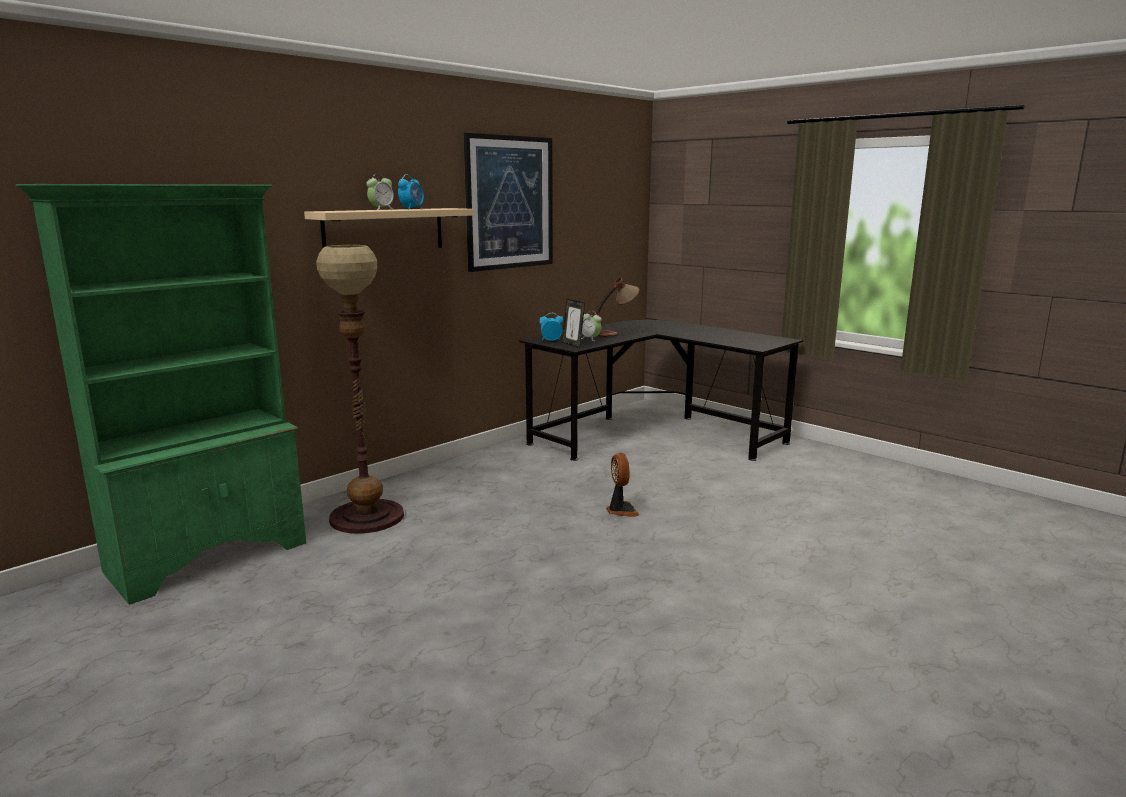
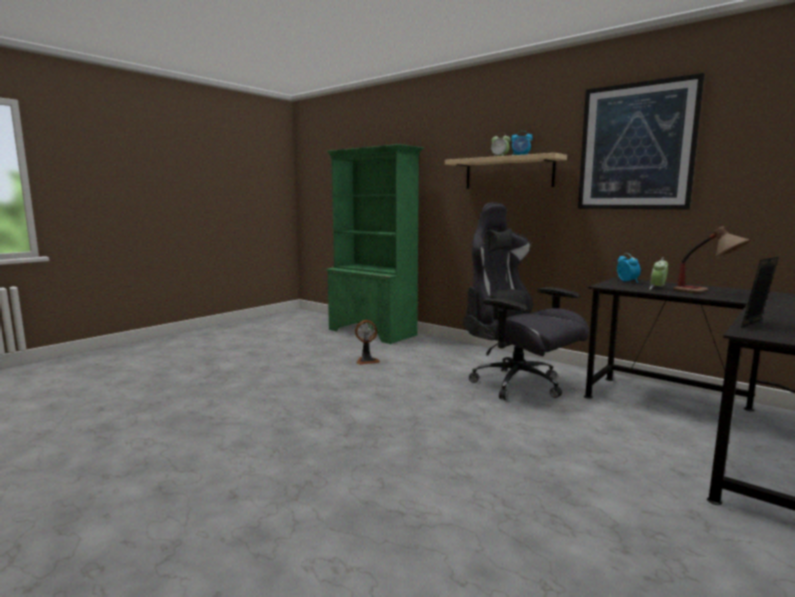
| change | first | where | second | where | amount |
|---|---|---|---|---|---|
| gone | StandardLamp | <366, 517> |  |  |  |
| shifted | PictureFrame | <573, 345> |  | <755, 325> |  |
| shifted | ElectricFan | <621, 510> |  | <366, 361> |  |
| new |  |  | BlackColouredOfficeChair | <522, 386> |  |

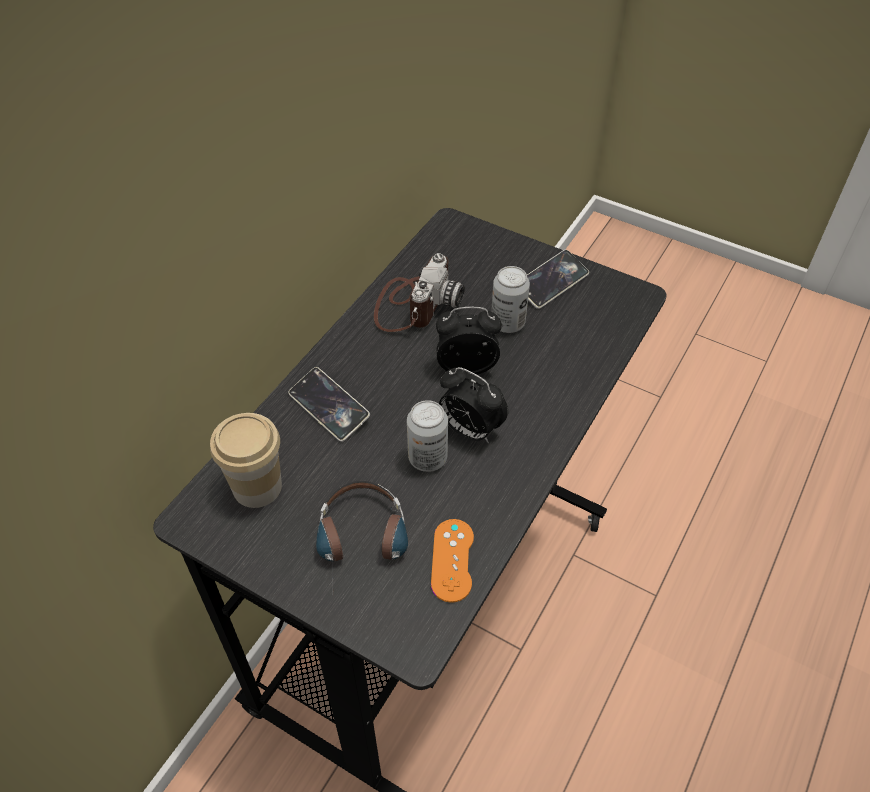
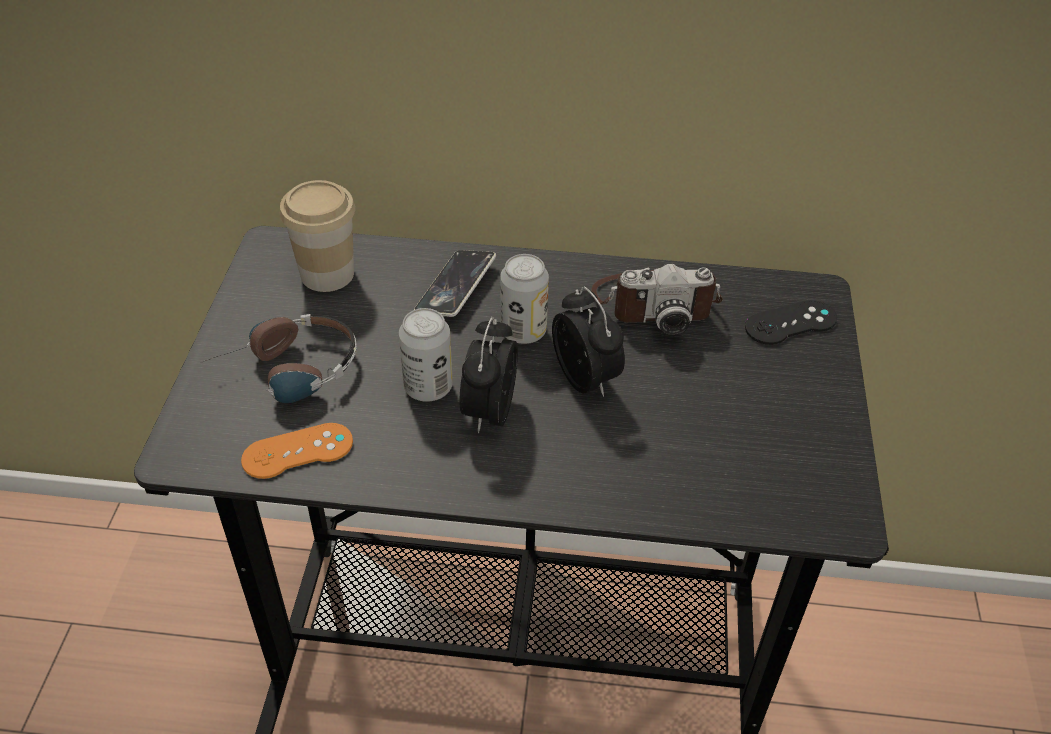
| change | first | where | second | where | amount |
|---|---|---|---|---|---|
| shifted | Can | <507, 323> |  | <523, 331> |  |
| gone | Phone | <551, 283> |  |  |  |
| new |  |  | BlackColouredGamepad | <790, 323> |  |

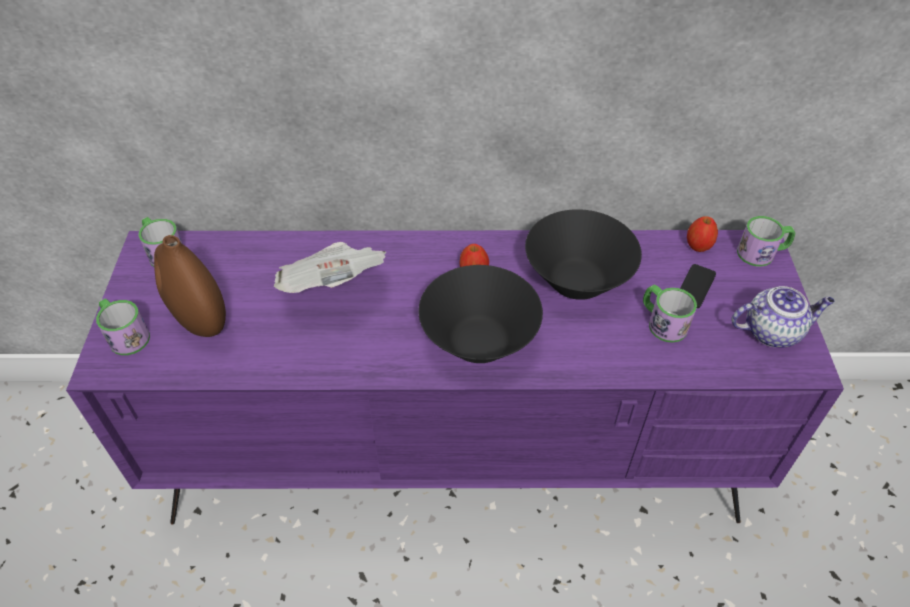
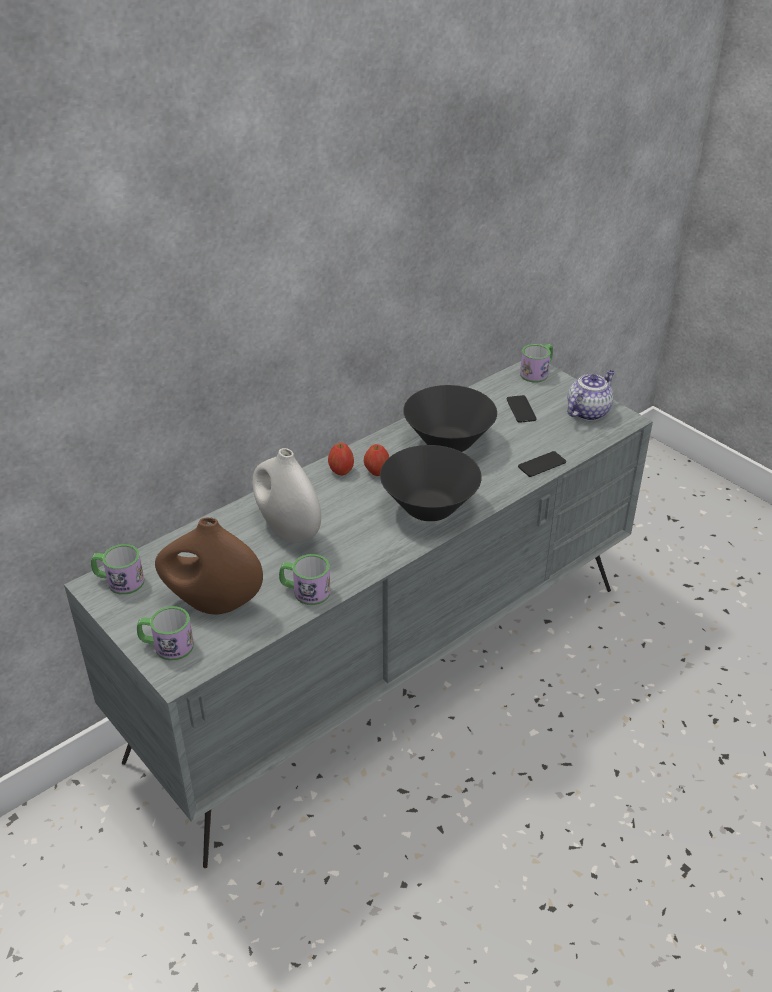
| change | first | where | second | where | amount |
|---|---|---|---|---|---|
| repainted | PurplishTvStand | <457, 454> | GreyTvStand | <387, 668> |  |
| swapped | DailyPaper | <333, 286> | WhiteDecorativeVase | <288, 530> |  |
| shifted | CoffeeMug | <662, 322> |  | <305, 591> |  |
| shifted | WholeApple | <698, 246> |  | <341, 471> |  |
| new |  |  | Phone | <542, 464> |  |

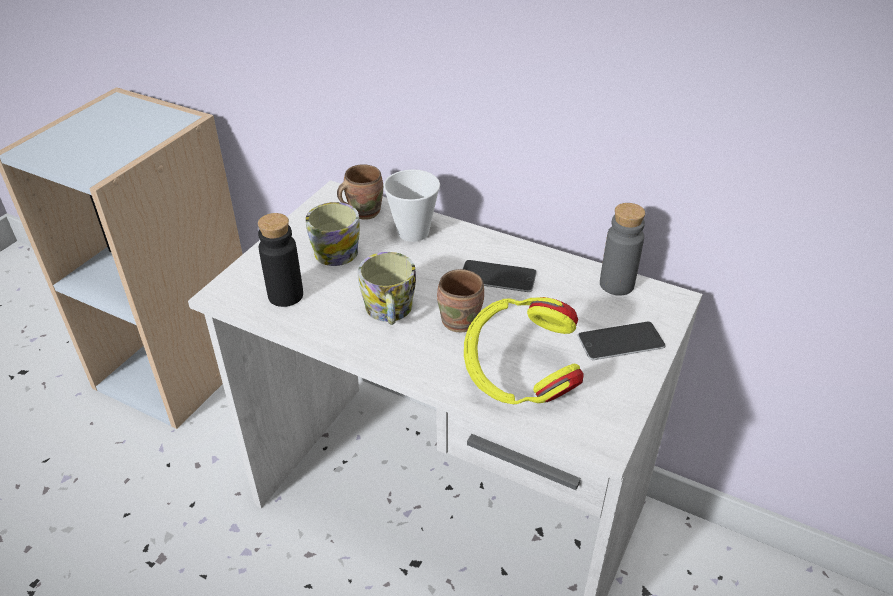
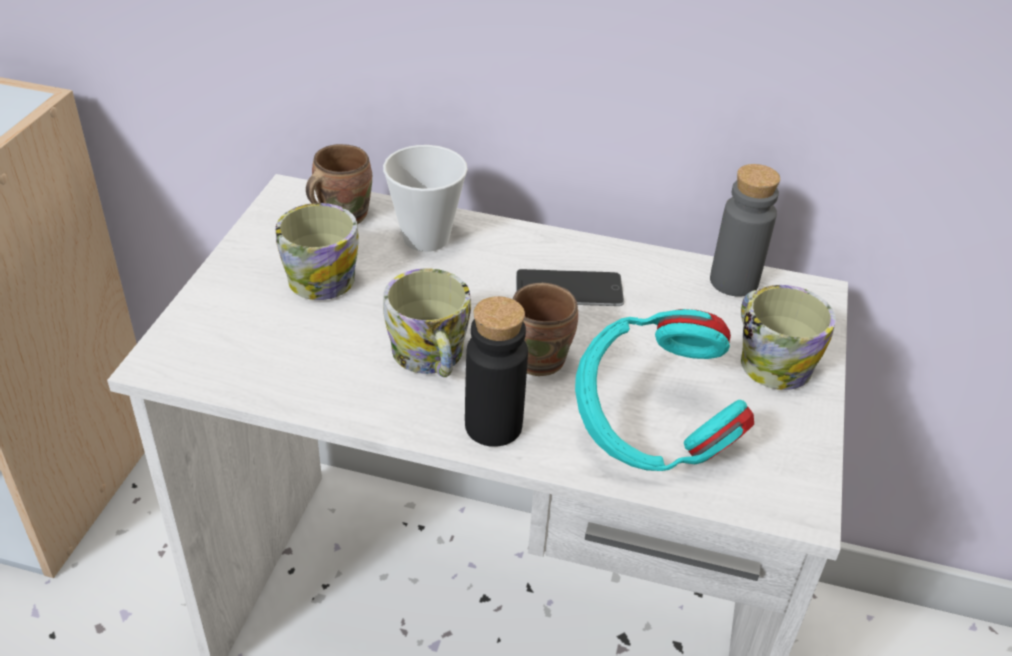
| change | first | where | second | where | amount |
|---|---|---|---|---|---|
| shifted | BlackColouredBeverageBottle | <285, 295> |  | <493, 426> |  |
| repainted | YellowishHeadset | <519, 379> | BlueGreenHeadset | <652, 433> |  |
| swapped | Phone | <621, 341> | CoffeeMug | <768, 360> |  |

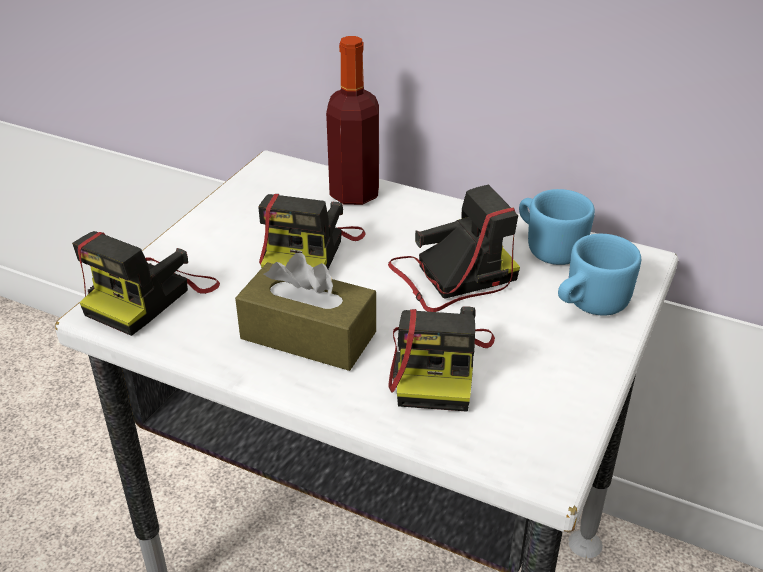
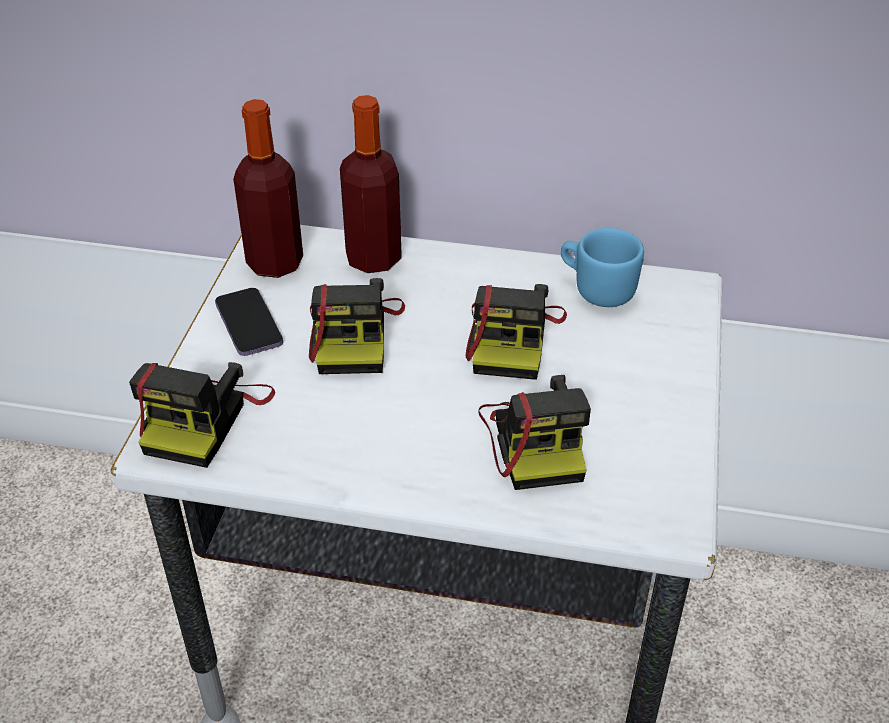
| change | first | where | second | where | amount |
|---|---|---|---|---|---|
| gone | BrownishTissueBox | <308, 335> |  |  |  |
| rotated | StillCamera | <452, 277> |  | <513, 339> | 135 degrees clockwise |
| gone | BluishCoffeeMug | <588, 305> |  |  |  |
| new |  |  | Phone | <249, 324> |  |
| new |  |  | BeverageBottle | <275, 263> |  |

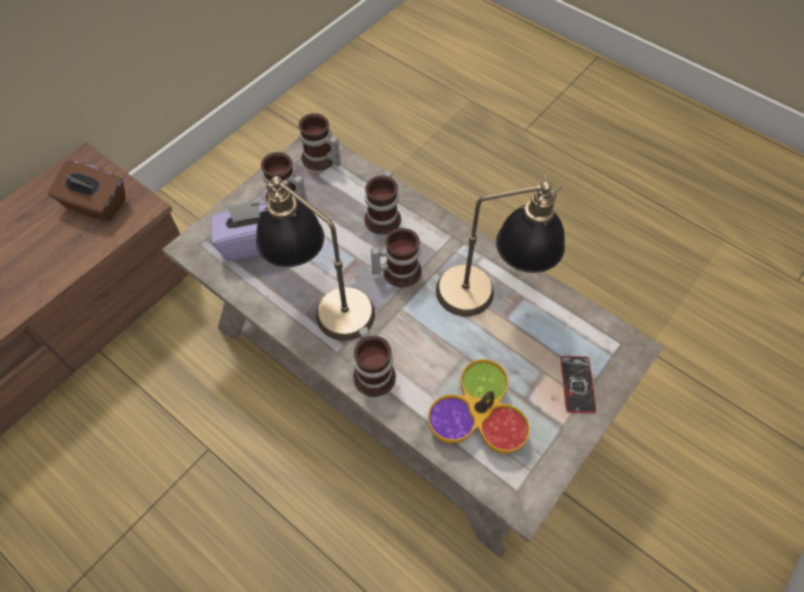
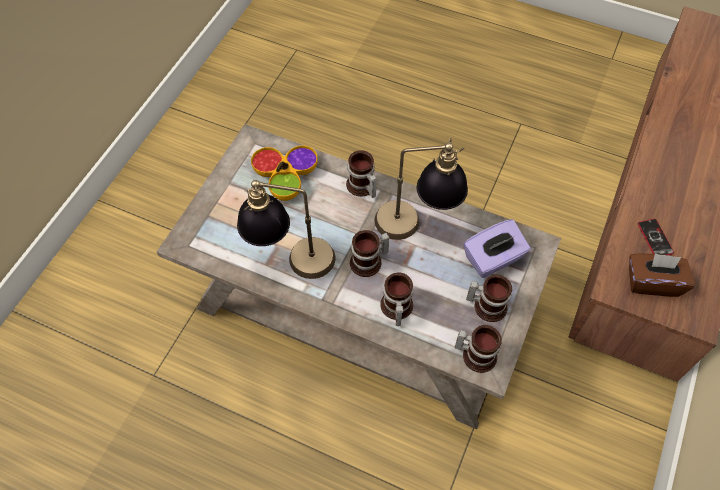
| change | first | where | second | where | amount |
|---|---|---|---|---|---|
| shifted | Phone | <577, 384> |  | <655, 238> |  |

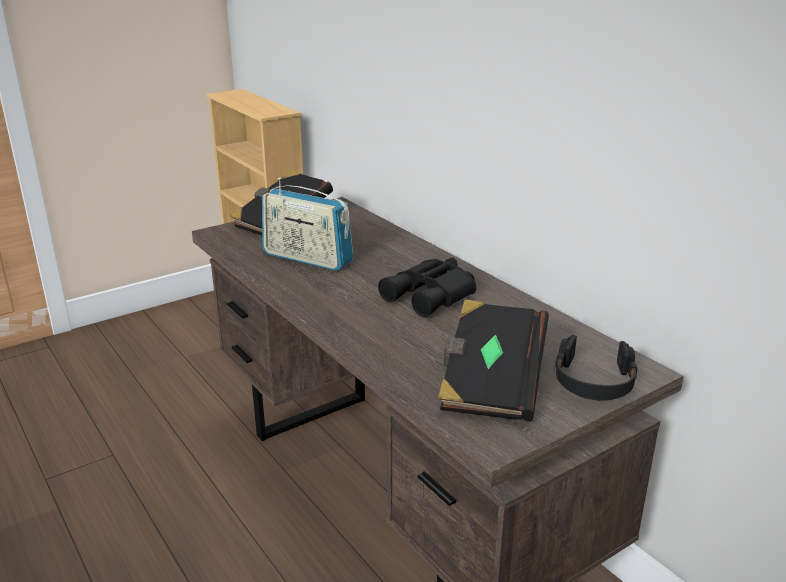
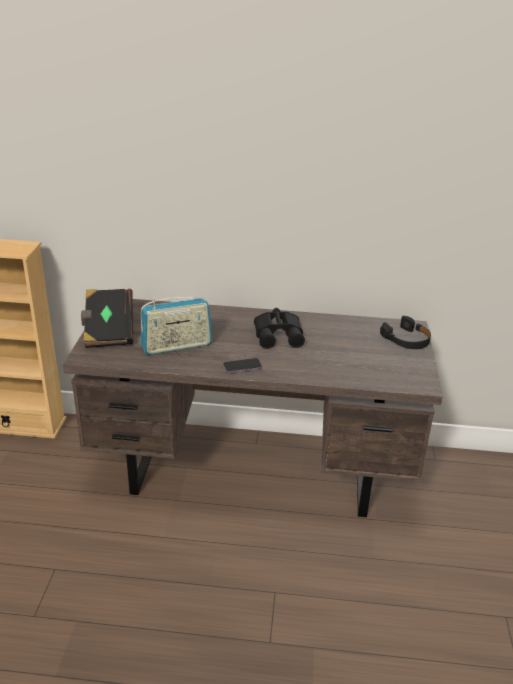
| change | first | where | second | where | amount |
|---|---|---|---|---|---|
| gone | BlackColouredVolume | <490, 383> |  |  |  |
| new |  |  | Phone | <242, 367> |  |

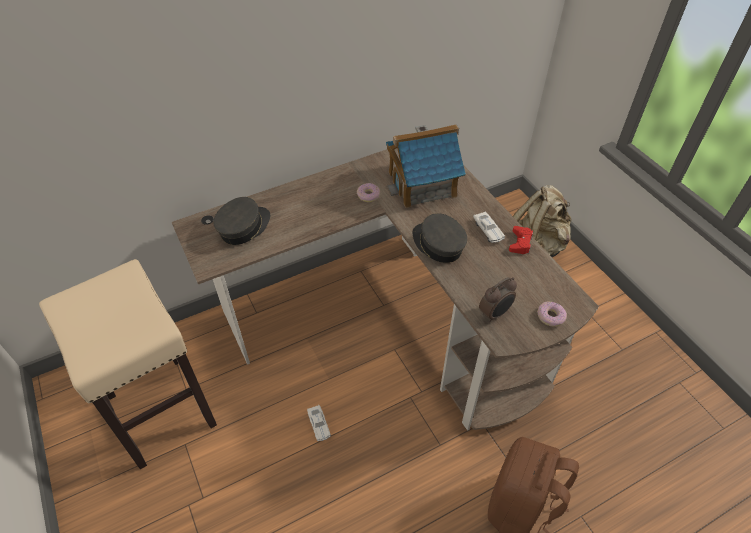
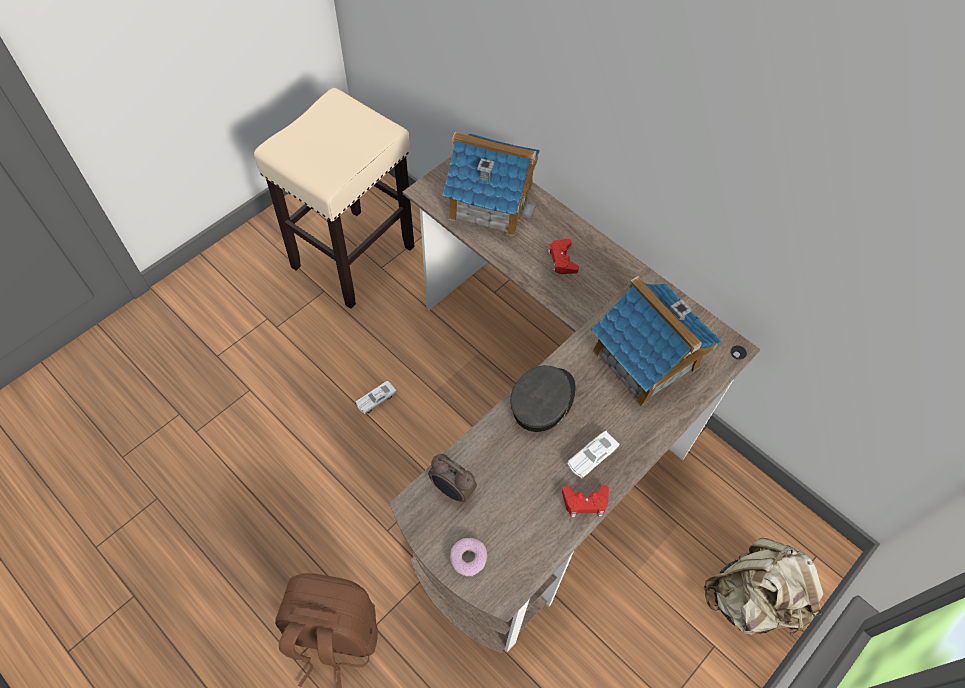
| change | first | where | second | where | amount |
|---|---|---|---|---|---|
| swapped | GreyCap | <244, 227> | ToyHouse | <490, 201> |  |
| gone | Doughnut | <368, 195> |  |  |  |
| new |  |  | RedColouredGamepad | <562, 260> |  |

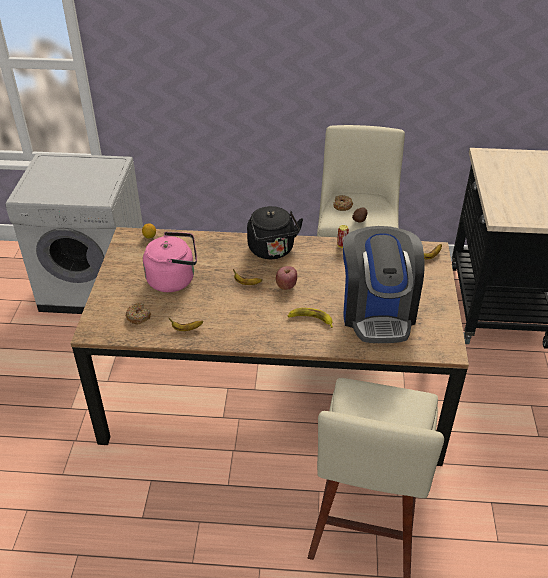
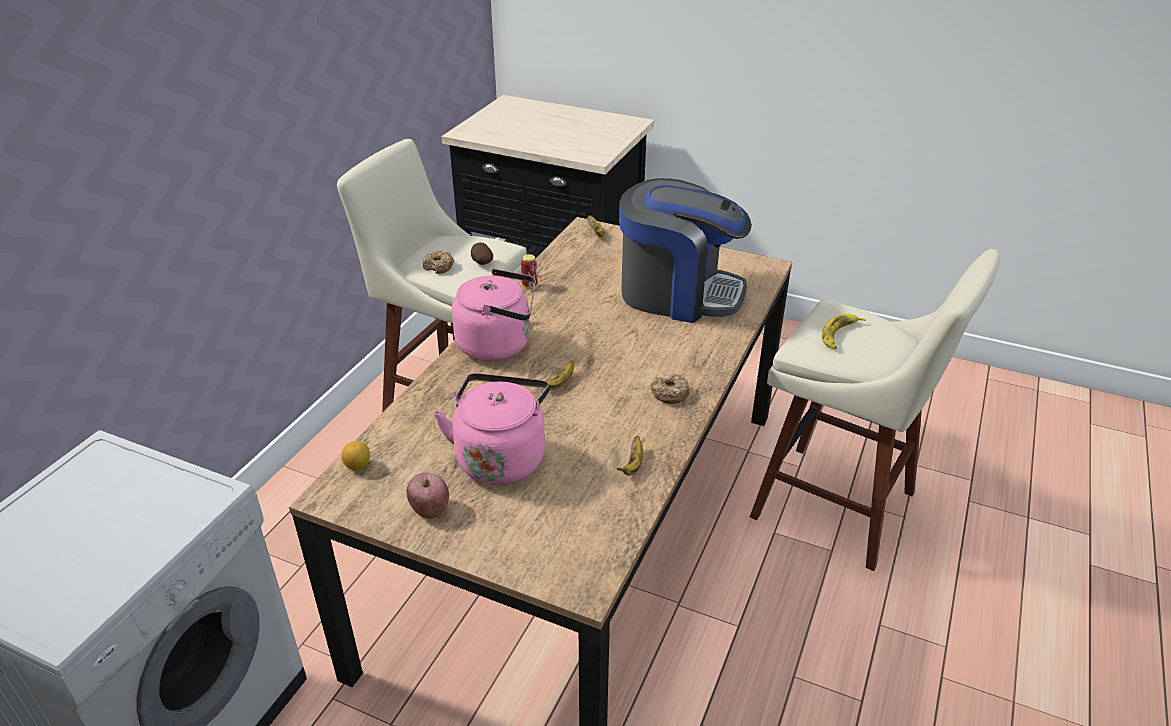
| change | first | where | second | where | amount |
|---|---|---|---|---|---|
| shifted | Doughnut | <138, 317> |  | <669, 394> |  |
| repainted | BlackColouredTeaKettle | <272, 251> | PinkishTeaKettle | <499, 344> |  |
| shifted | WholeApple | <286, 285> |  | <430, 509> |  |
| shifted | Banana | <310, 319> |  | <840, 334> |  |

